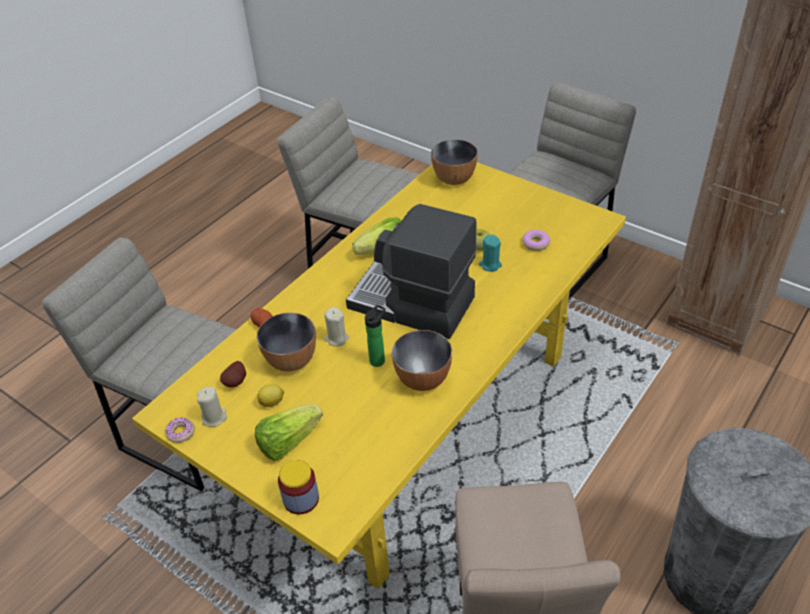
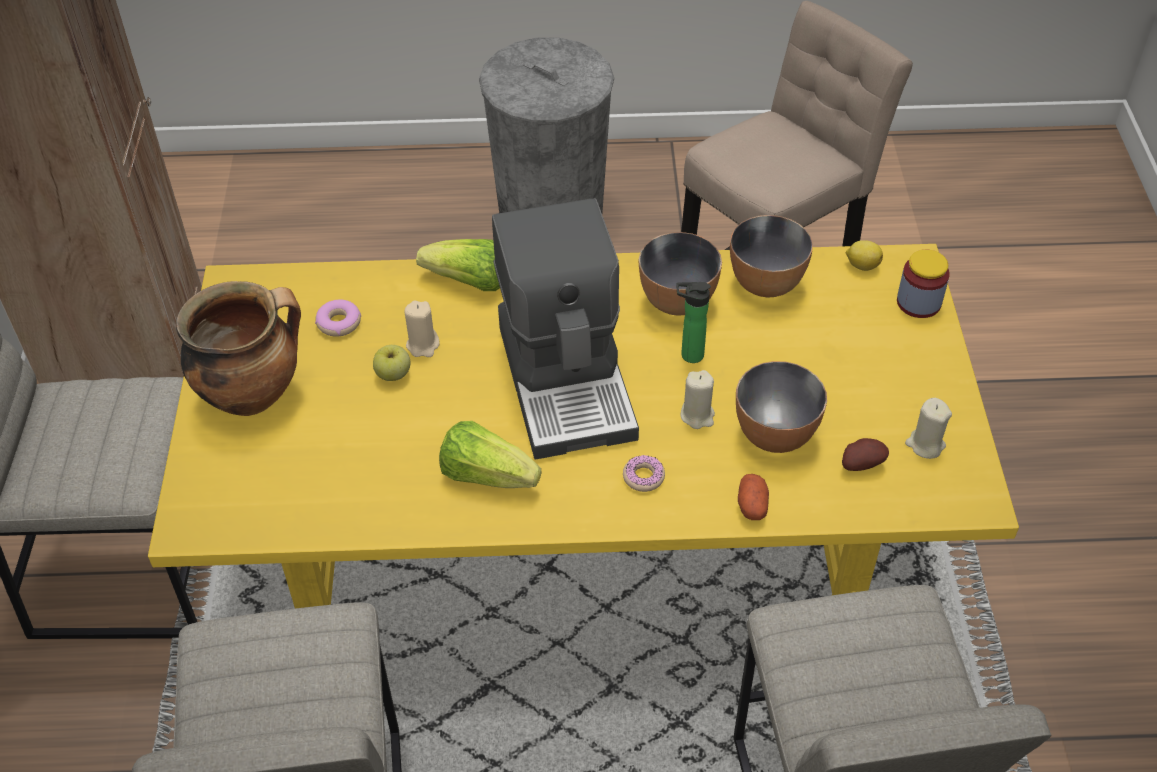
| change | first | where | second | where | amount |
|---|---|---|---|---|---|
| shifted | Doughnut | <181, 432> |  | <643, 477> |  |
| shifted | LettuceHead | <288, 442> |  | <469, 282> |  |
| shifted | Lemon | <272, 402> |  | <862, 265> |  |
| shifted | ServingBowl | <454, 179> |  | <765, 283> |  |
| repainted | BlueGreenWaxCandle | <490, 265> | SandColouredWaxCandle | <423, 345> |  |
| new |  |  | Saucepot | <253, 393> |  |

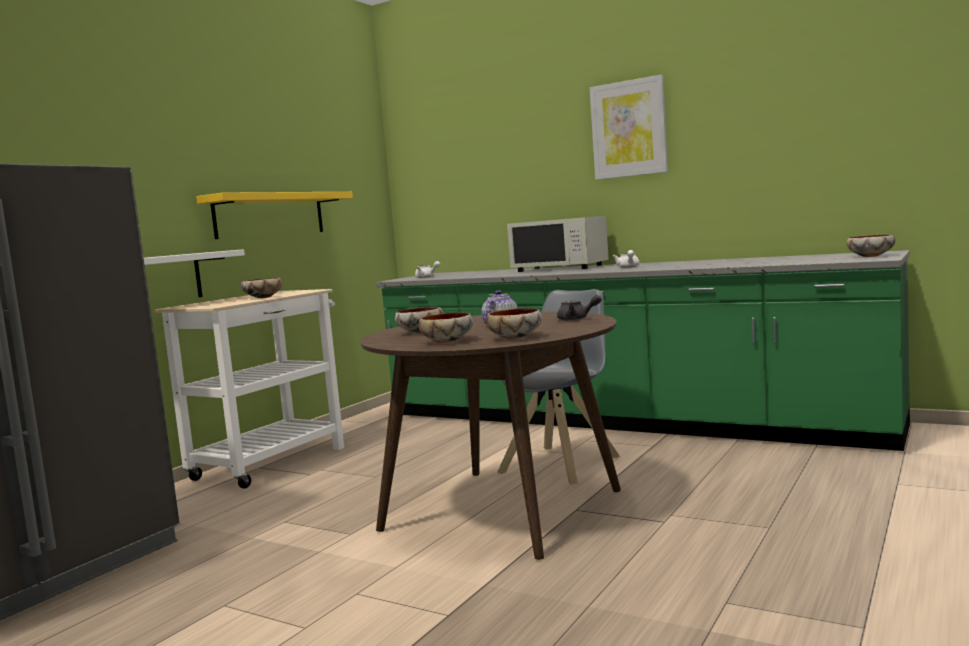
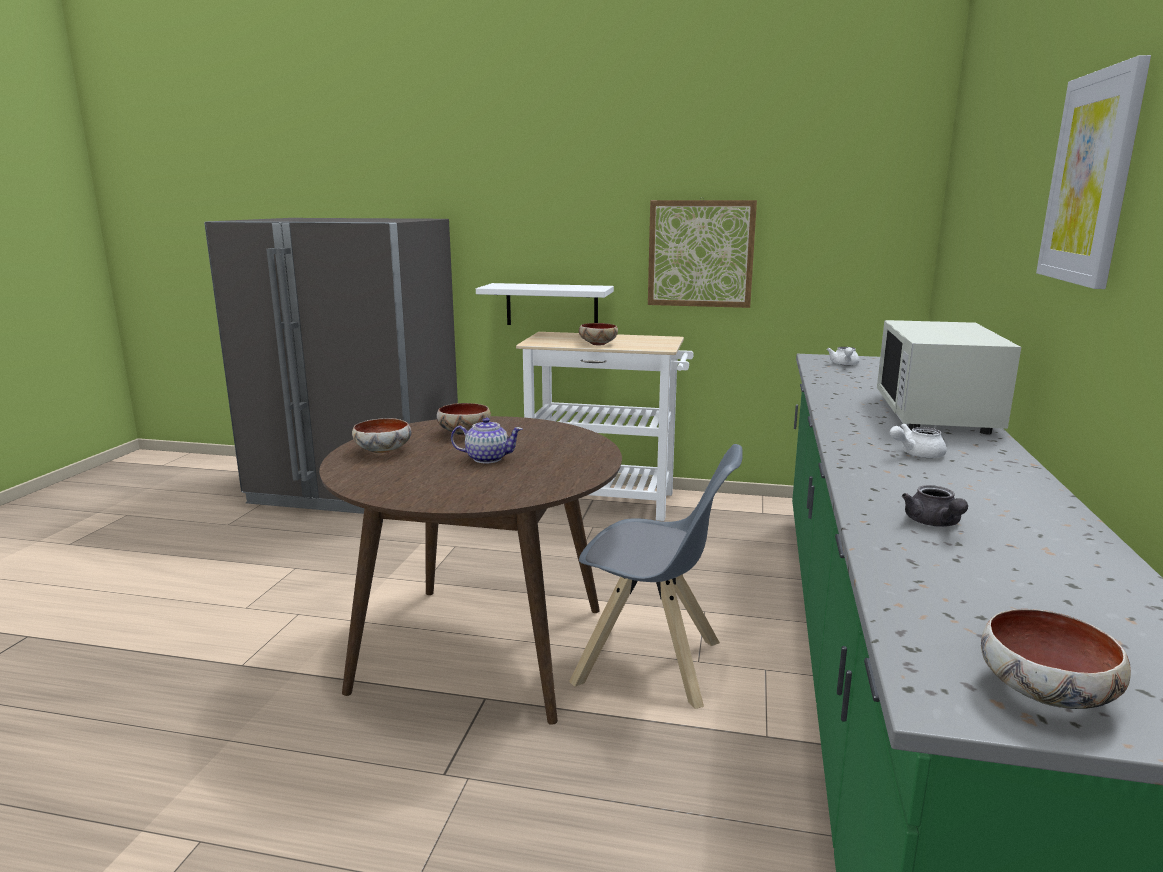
| change | first | where | second | where | amount |
|---|---|---|---|---|---|
| swapped | YellowishBracketShelf | <270, 215> | WallPicture | <700, 252> |  |
| gone | ServingBowl | <515, 337> |  |  |  |
| shifted | GreyTeaPot | <577, 319> |  | <934, 523> |  |

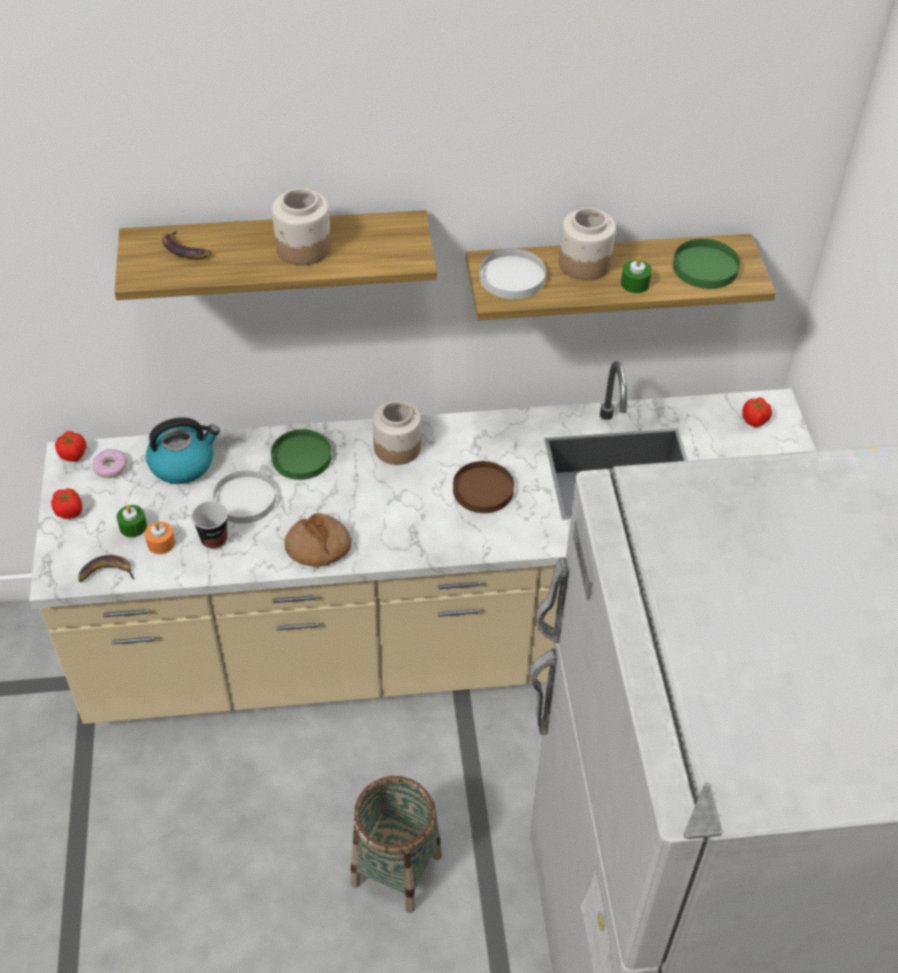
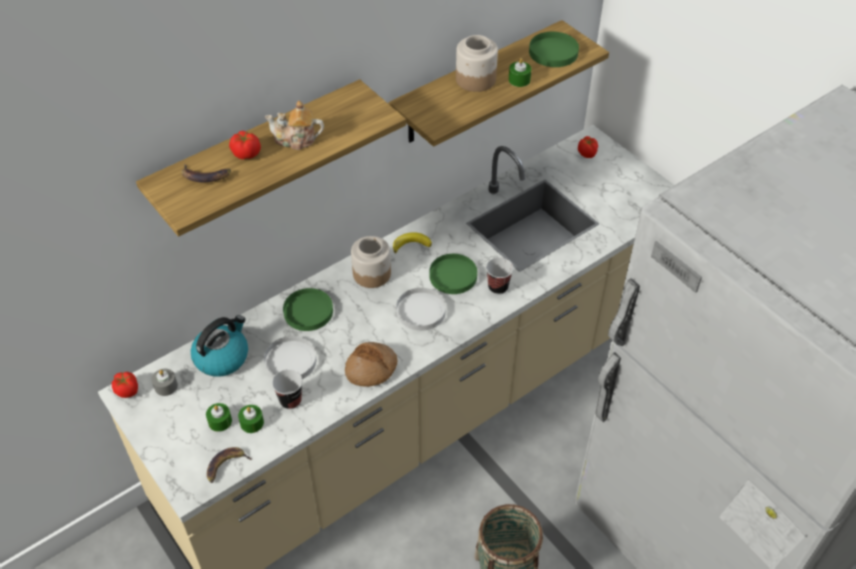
| change | first | where | second | where | amount |
|---|---|---|---|---|---|
| shifted | WholeTomato | <69, 511> |  | <246, 154> |  |
| swapped | Doughnut | <110, 467> | GreyWaxCandle | <166, 386> |  |
| repainted | OrangeColouredWaxCandle | <161, 543> | GreenColouredWaxCandle | <252, 423> |  |
| swapped | StorageJar | <303, 248> | TeaPot | <296, 140> |  |
| repainted | BrownishFlatDish | <483, 490> | GreenColouredFlatDish | <453, 276> |  |
| shifted | WhiteFlatDish | <512, 277> |  | <421, 311> |  |
| new |  |  | Banana | <411, 244> |  |
| new |  |  | Cup | <498, 287> |  |

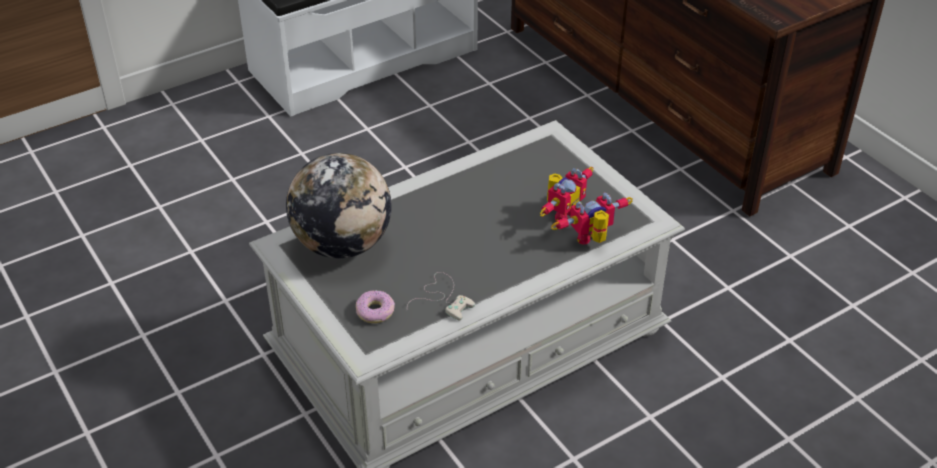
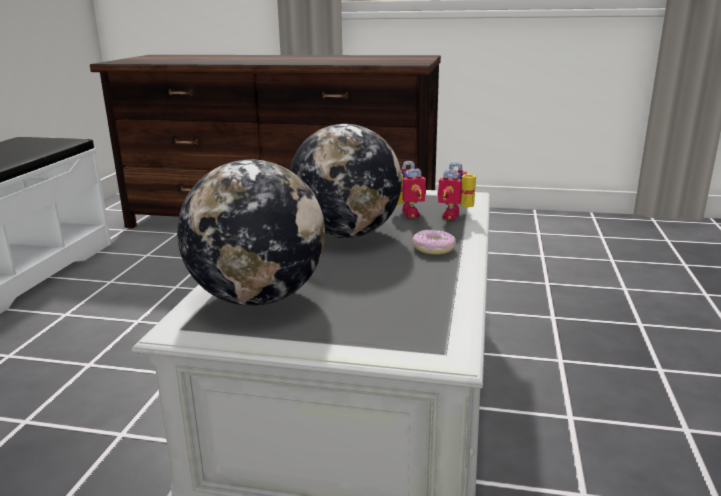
| change | first | where | second | where | amount |
|---|---|---|---|---|---|
| shifted | Doughnut | <375, 311> |  | <434, 248> |  |
| gone | WhiteGamepad | <443, 298> |  |  |  |
| new |  |  | Globe | <346, 234> |  |

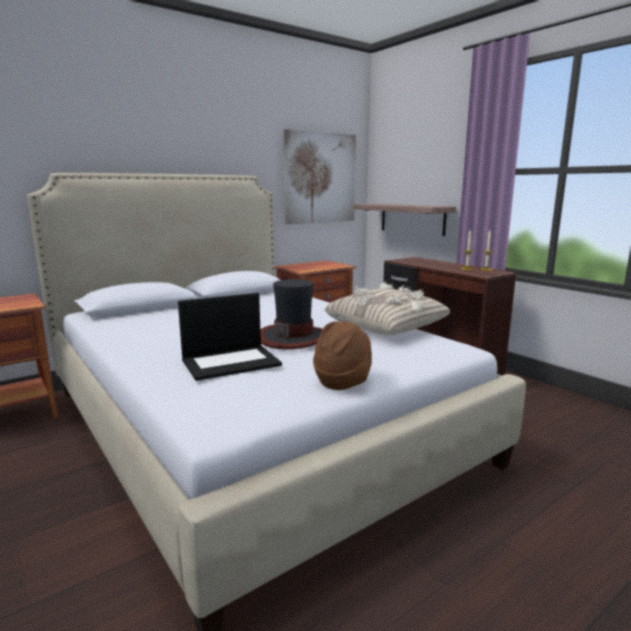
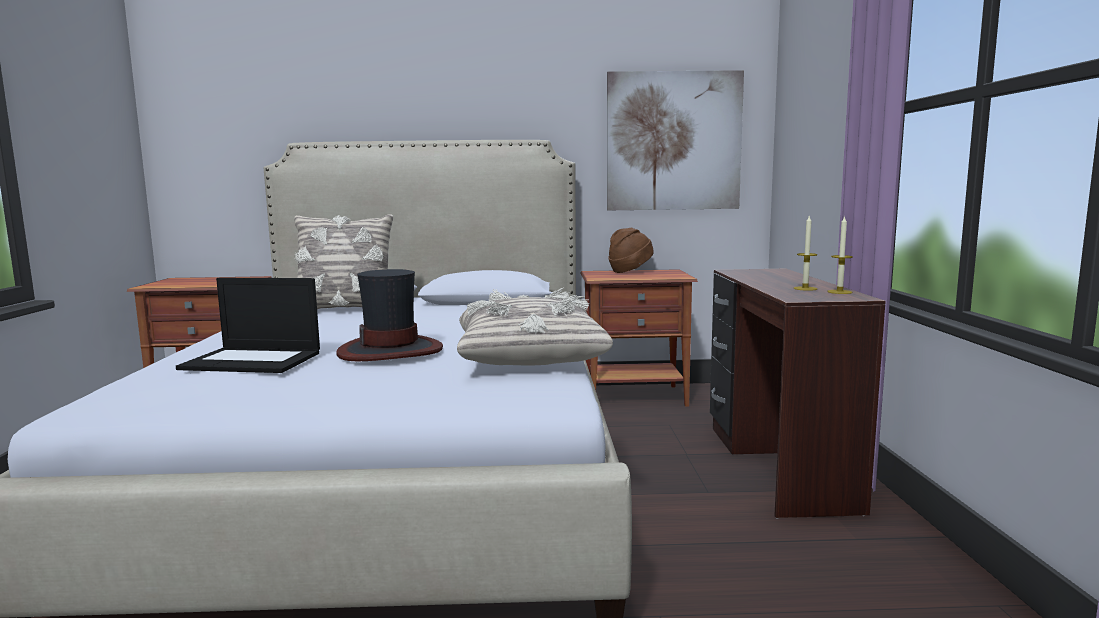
| change | first | where | second | where | amount |
|---|---|---|---|---|---|
| shifted | BrownishHat | <343, 381> |  | <630, 271> |  |
| gone | BracketShelf | <412, 219> |  |  |  |
| new |  |  | SandColouredThrowPillow | <345, 310> |  |

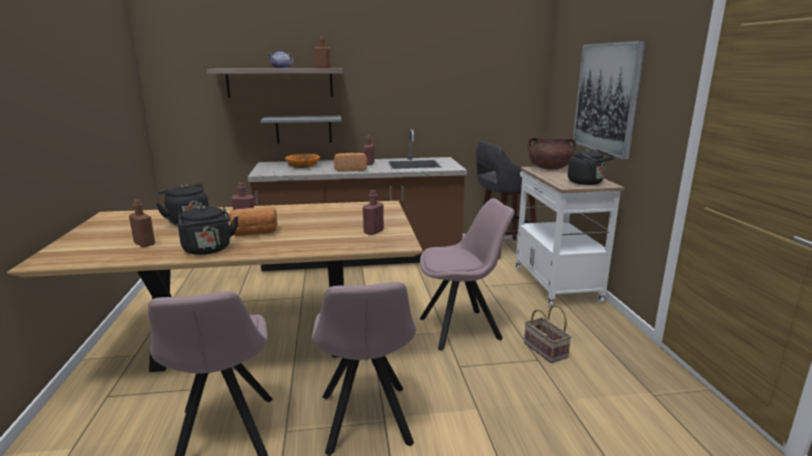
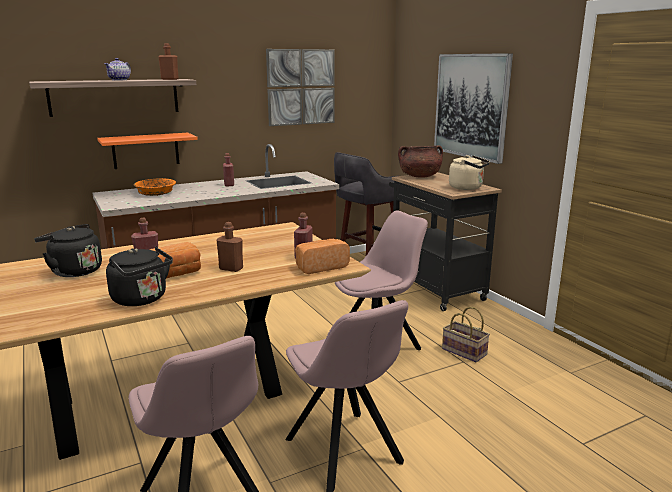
| change | first | where | second | where | amount |
|---|---|---|---|---|---|
| shifted | BrownishBeverageBottle | <144, 244> |  | <231, 268> |  |
| repainted | GreyBracketShelf | <304, 129> | OrangeColouredBracketShelf | <145, 150> |  |
| shifted | Bread | <350, 169> |  | <320, 267> |  |
| repainted | WhiteWheeledCart | <554, 283> | BlackColouredWheeledCart | <434, 289> |  |
| repainted | BlackColouredTeaKettle | <587, 183> | SandColouredTeaKettle | <467, 188> |  |
| new |  |  | WallPicture | <301, 87> |  |

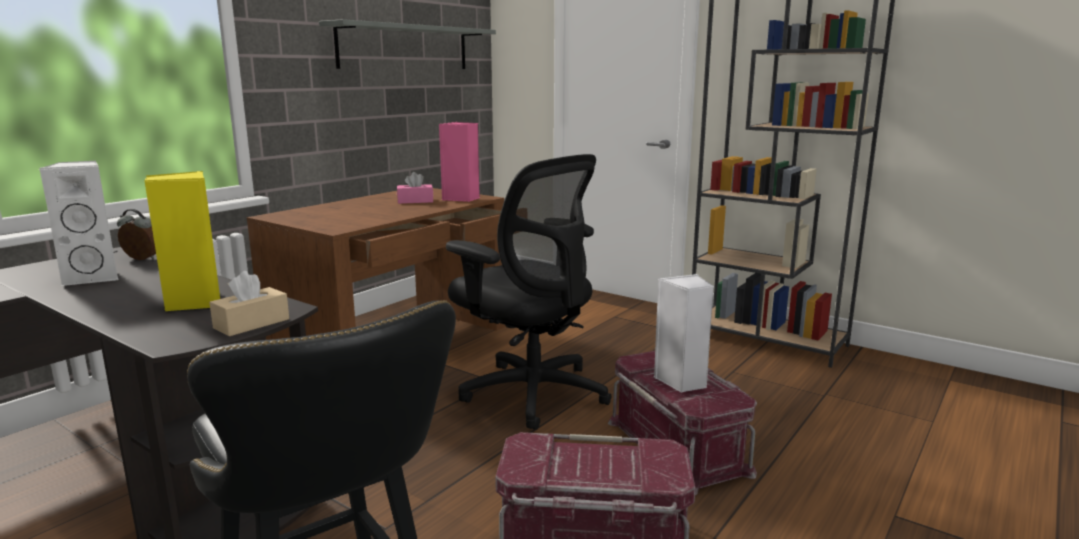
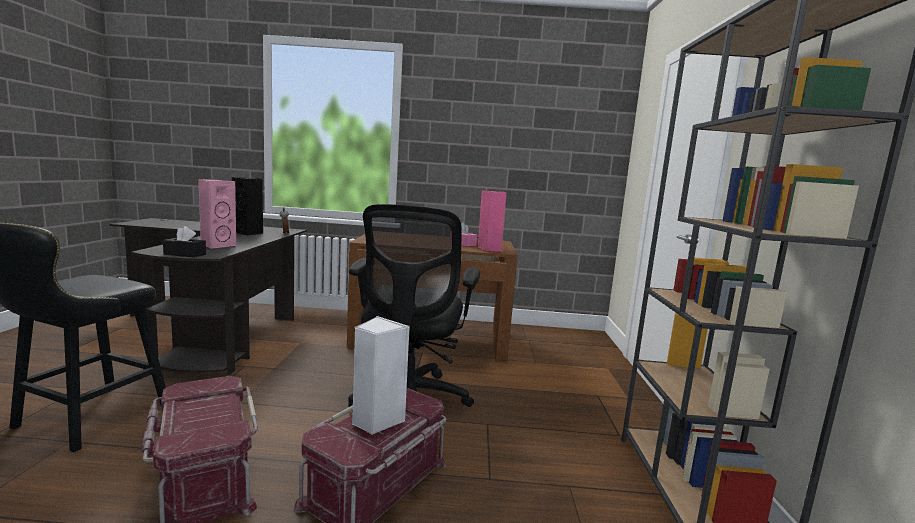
| change | first | where | second | where | amount |
|---|---|---|---|---|---|
| repainted | WhiteAudioSpeaker | <94, 277> | BlackColouredAudioSpeaker | <249, 233> |  |
| repainted | YellowishAudioSpeaker | <193, 302> | PinkishAudioSpeaker | <217, 245> |  |
| repainted | SandColouredTissueBox | <251, 323> | BlackColouredTissueBox | <185, 254> |  |
| gone | GreyBracketShelf | <405, 47> |  |  |  |

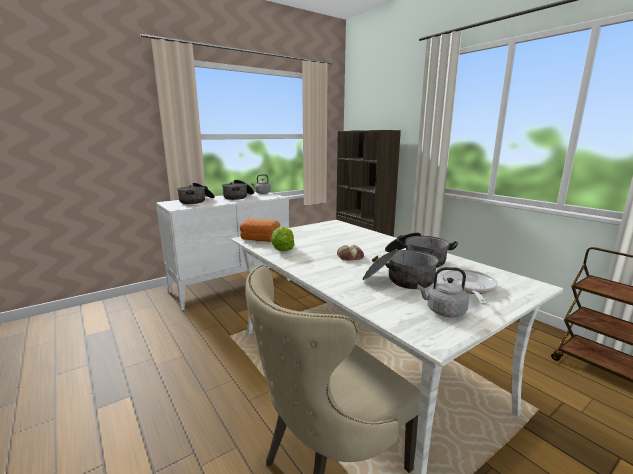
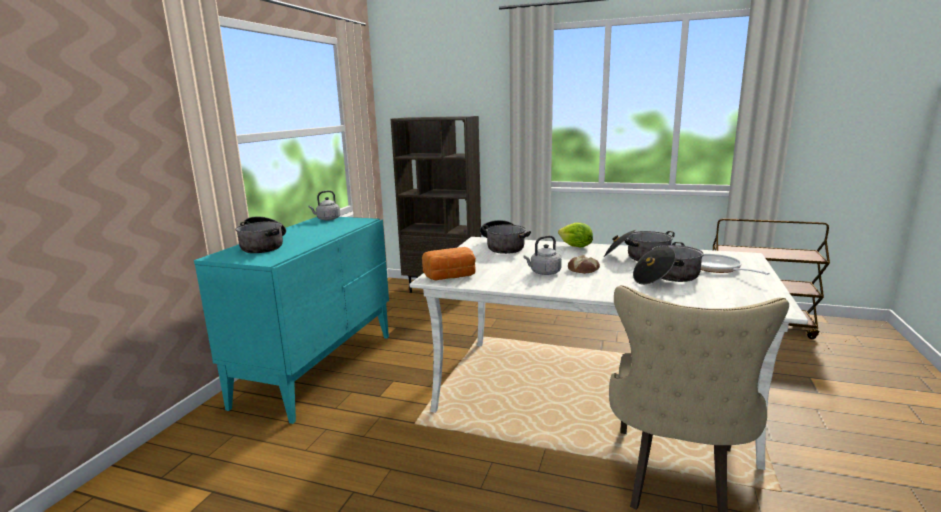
| change | first | where | second | where | amount |
|---|---|---|---|---|---|
| repainted | WhiteStorageCabinet | <231, 286> | BlueGreenStorageCabinet | <318, 368> |  |
| shifted | Saucepot | <238, 197> |  | <503, 247> |  |
| shifted | LettuceHead | <283, 250> |  | <575, 247> |  |
| shifted | GreyTeaKettle | <443, 311> |  | <544, 273> |  |

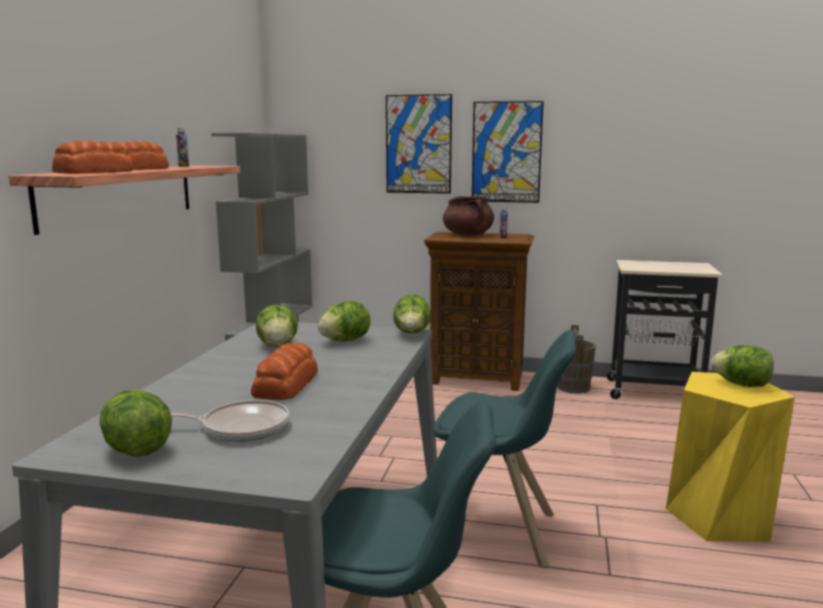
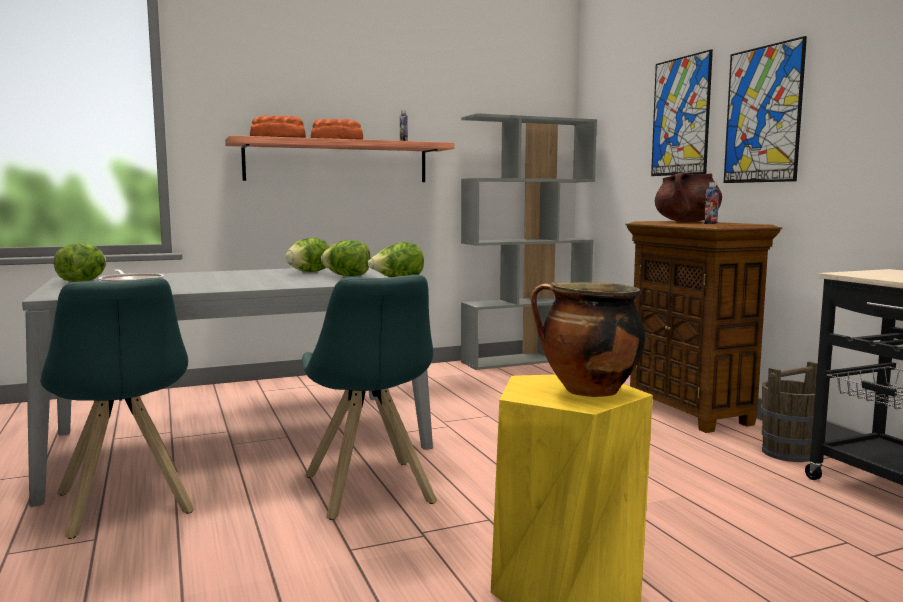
| change | first | where | second | where | amount |
|---|---|---|---|---|---|
| gone | Bread | <287, 384> |  |  |  |
| swapped | LettuceHead | <742, 384> | Saucepot | <587, 391> |  |

